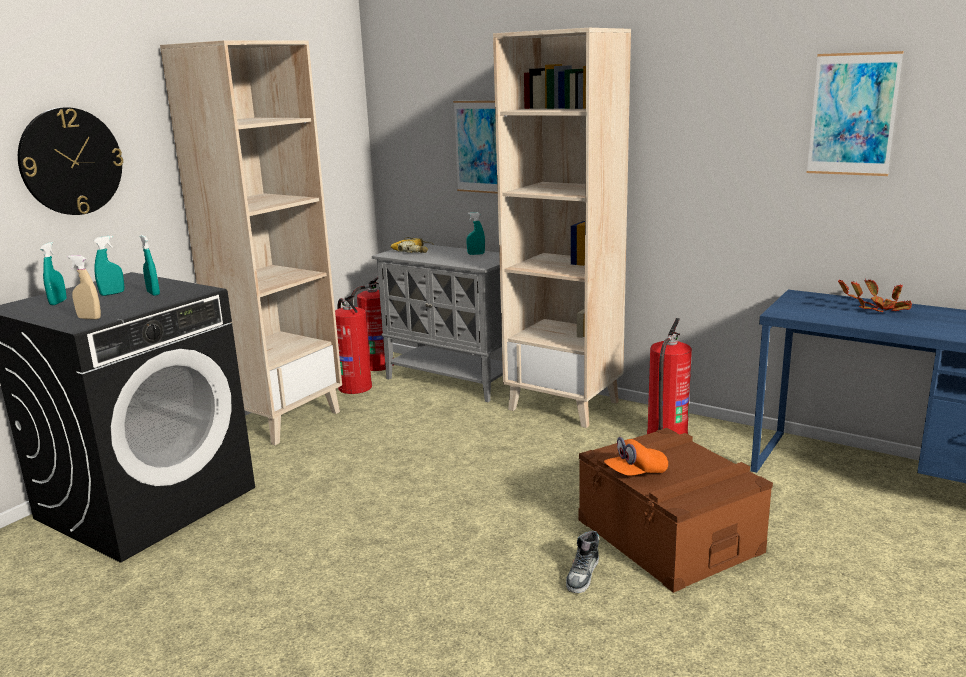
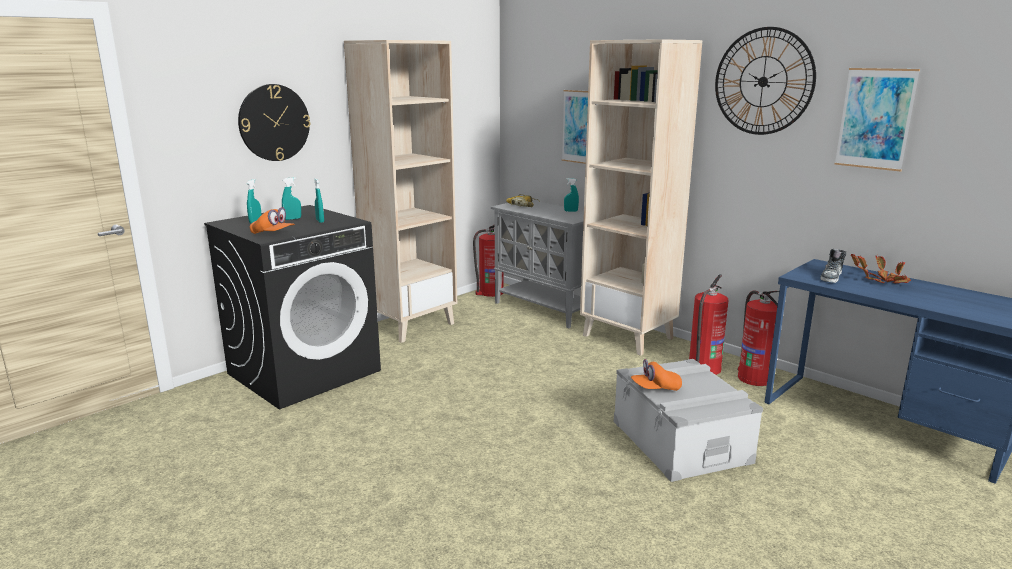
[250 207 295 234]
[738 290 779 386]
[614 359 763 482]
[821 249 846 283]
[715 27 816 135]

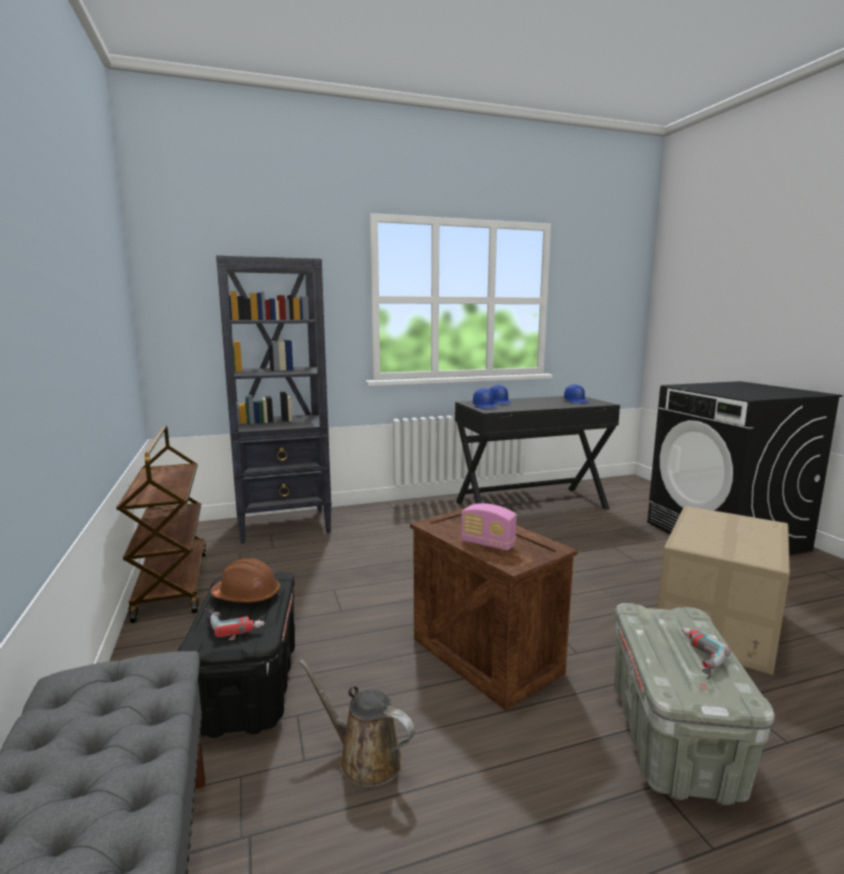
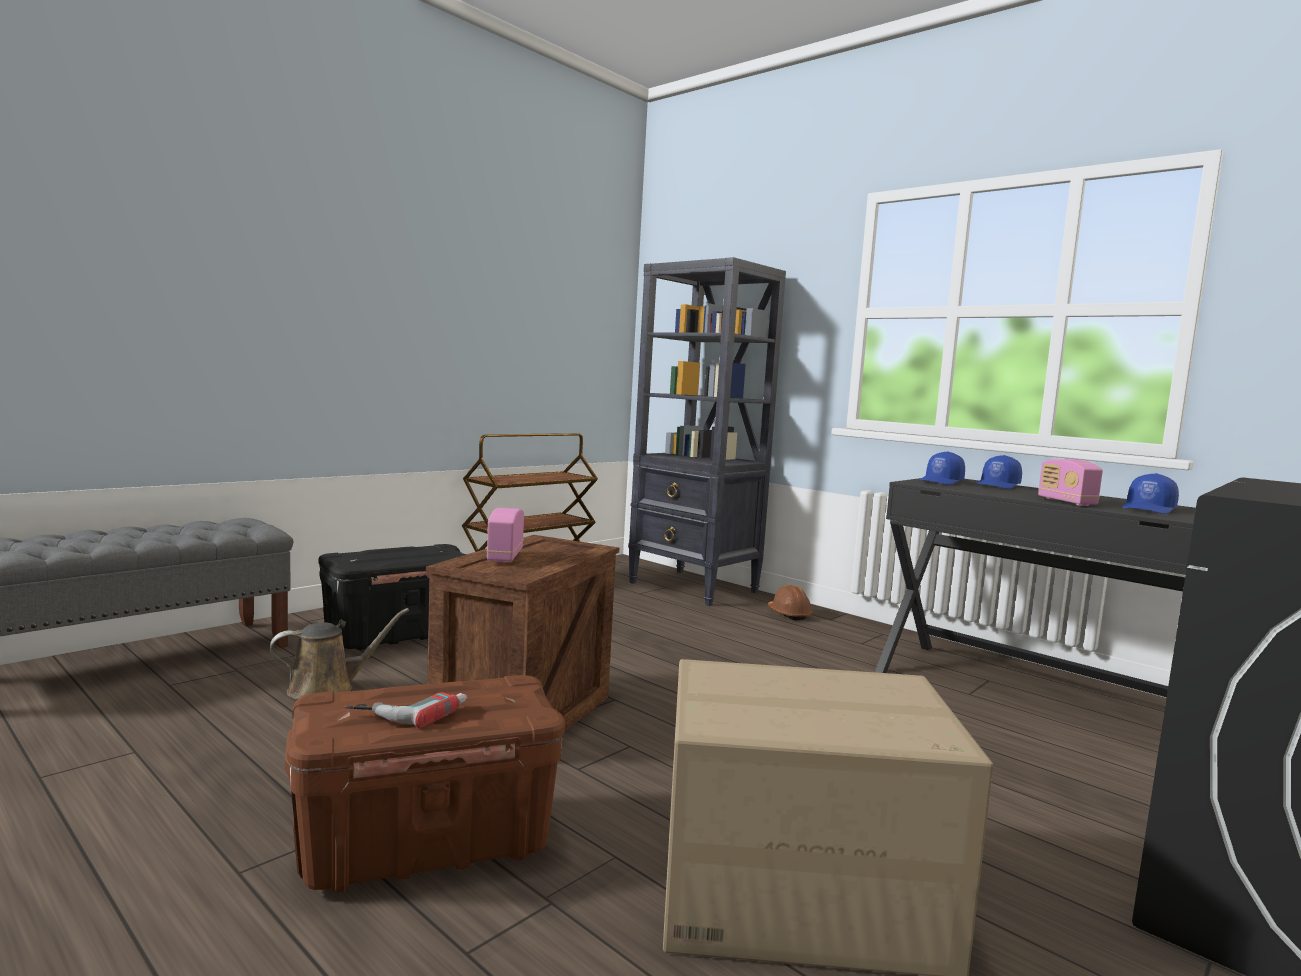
[768 585 813 621]
[285 675 565 893]
[205 608 265 638] (first image)
[270 608 409 700]
[1038 459 1103 506]

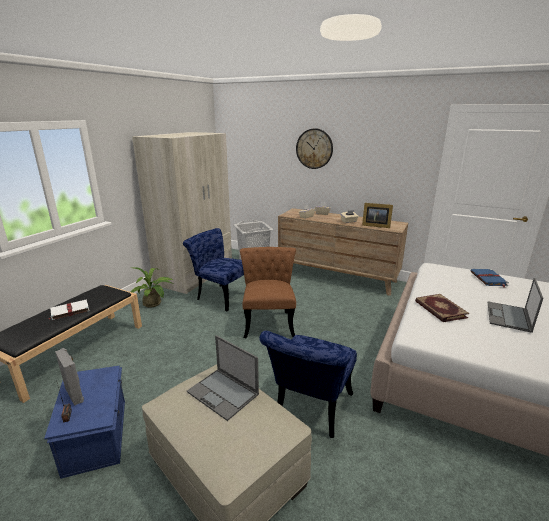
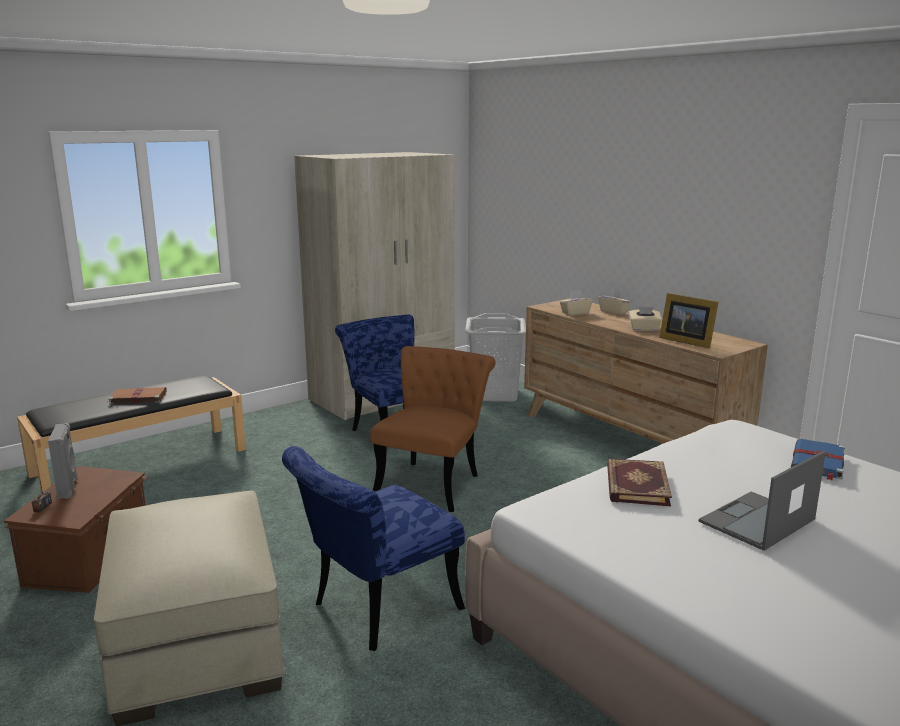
[296 128 333 169] (first image)
[130 267 173 308] (first image)
[107 387 167 404]
[187 335 259 421] (first image)
[4 466 148 593]

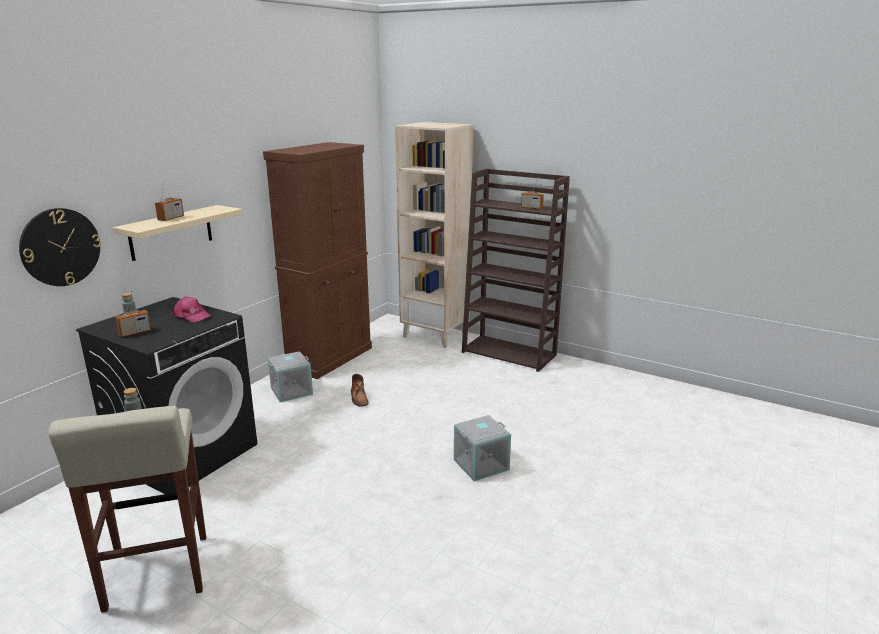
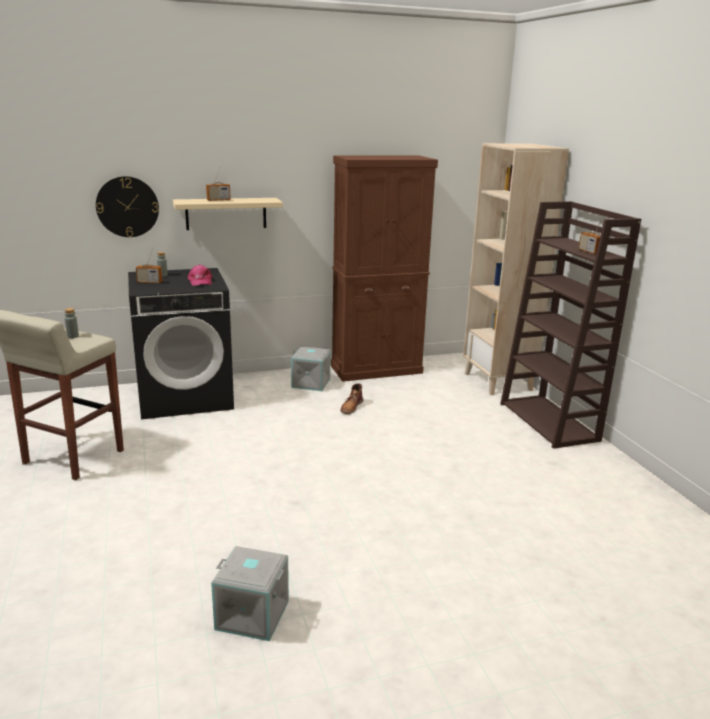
[211 546 289 641]

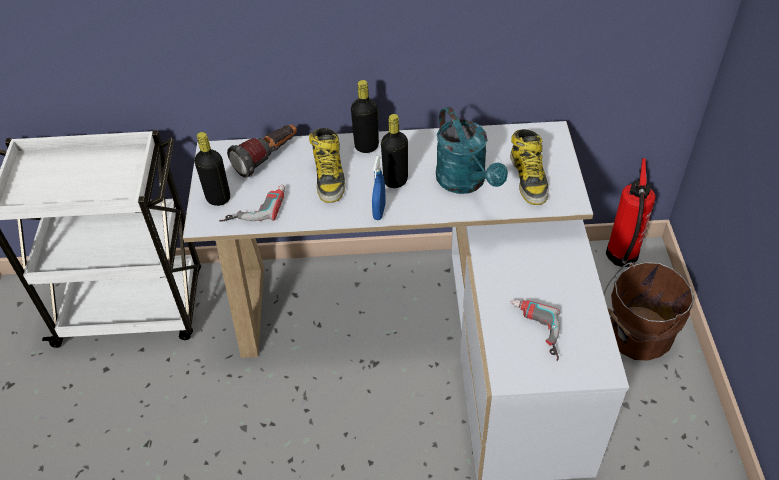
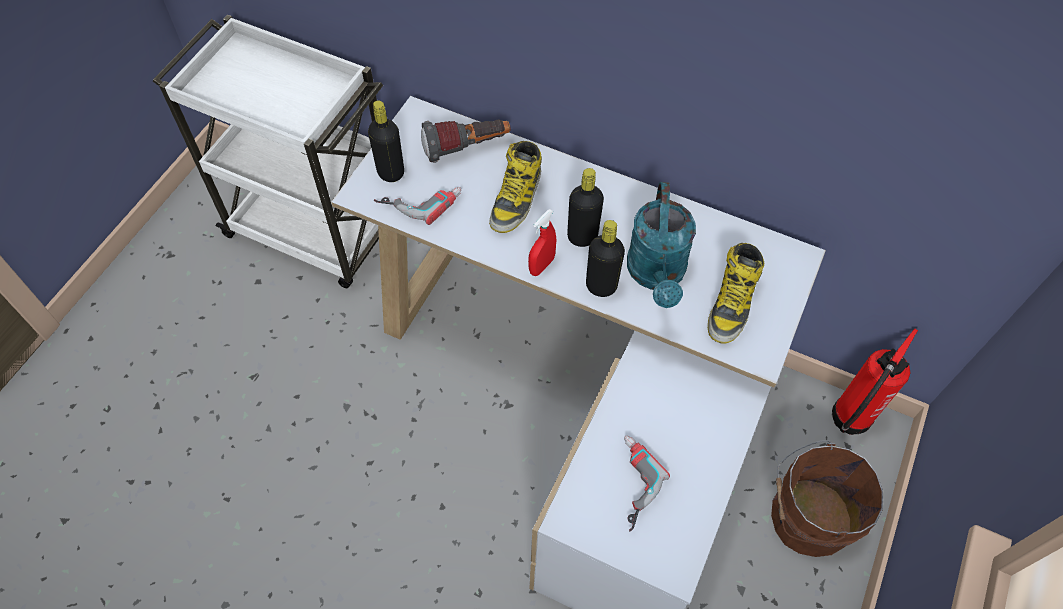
[586 220 625 297]
[528 209 557 276]

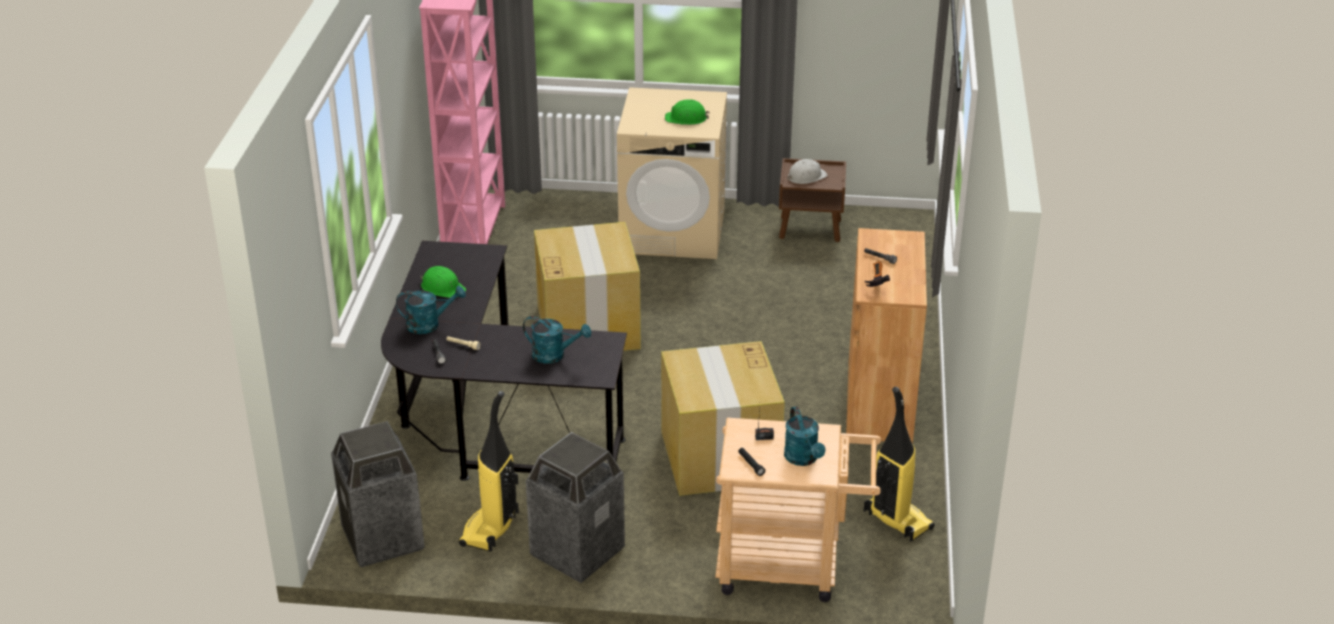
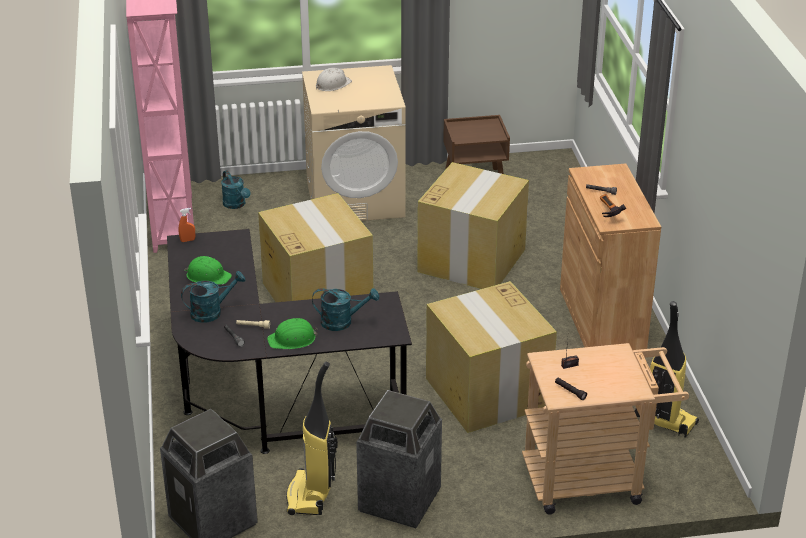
[267 318 318 349]
[316 68 352 91]
[221 170 250 209]
[417 162 529 289]
[179 208 195 242]

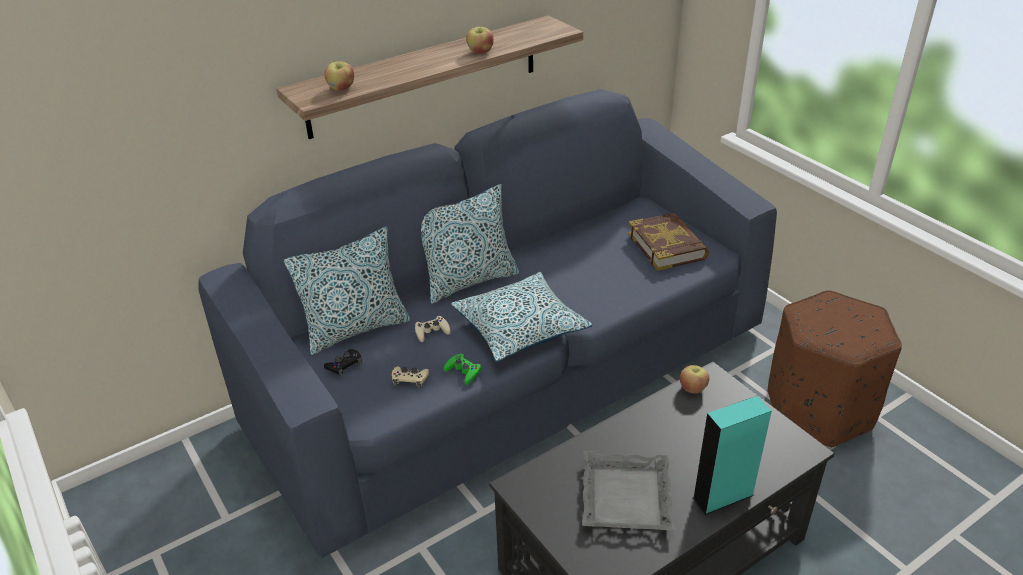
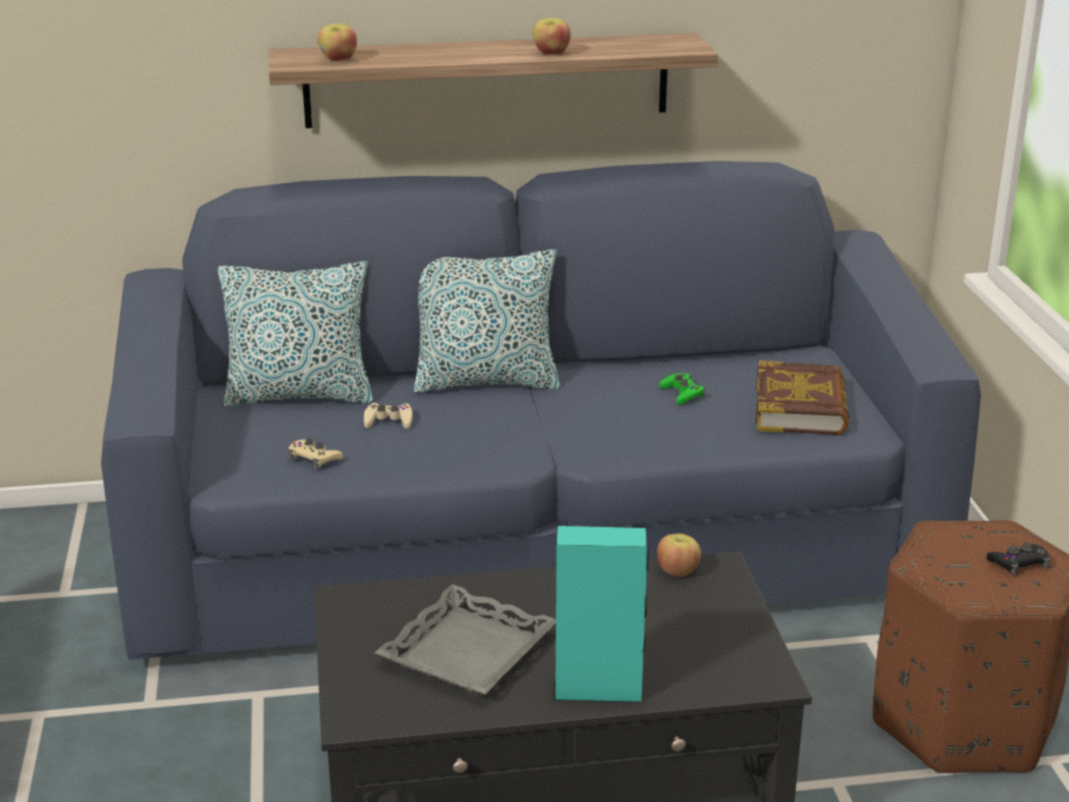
[451 272 592 362] (first image)
[987 543 1051 576]
[659 373 705 405]

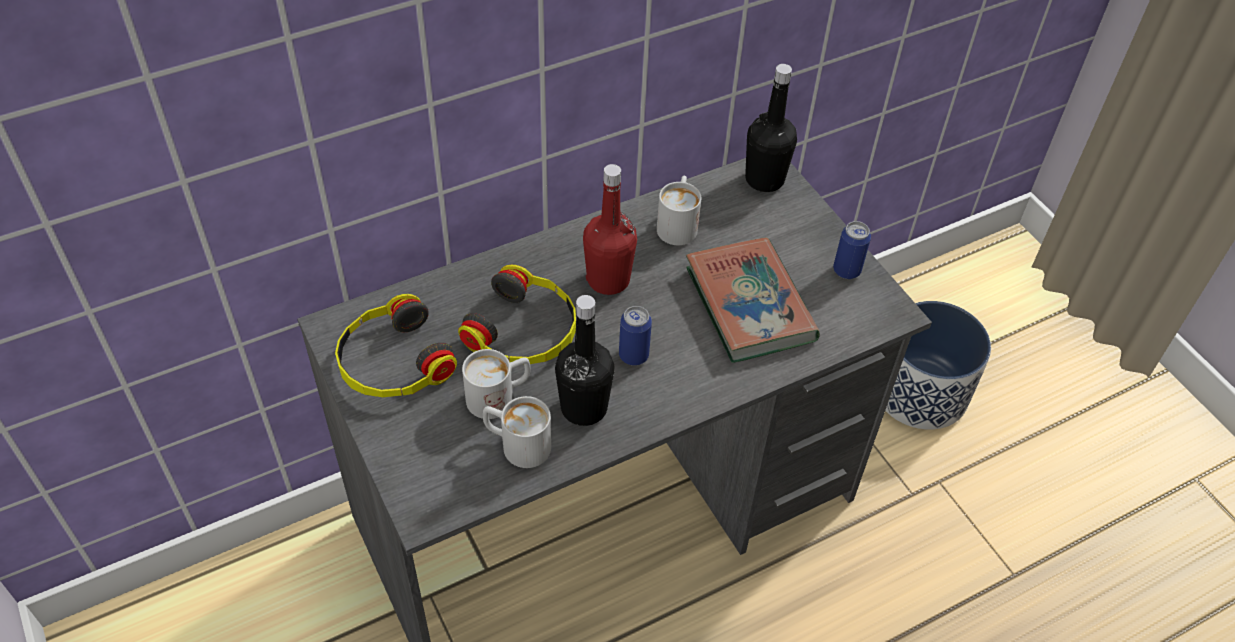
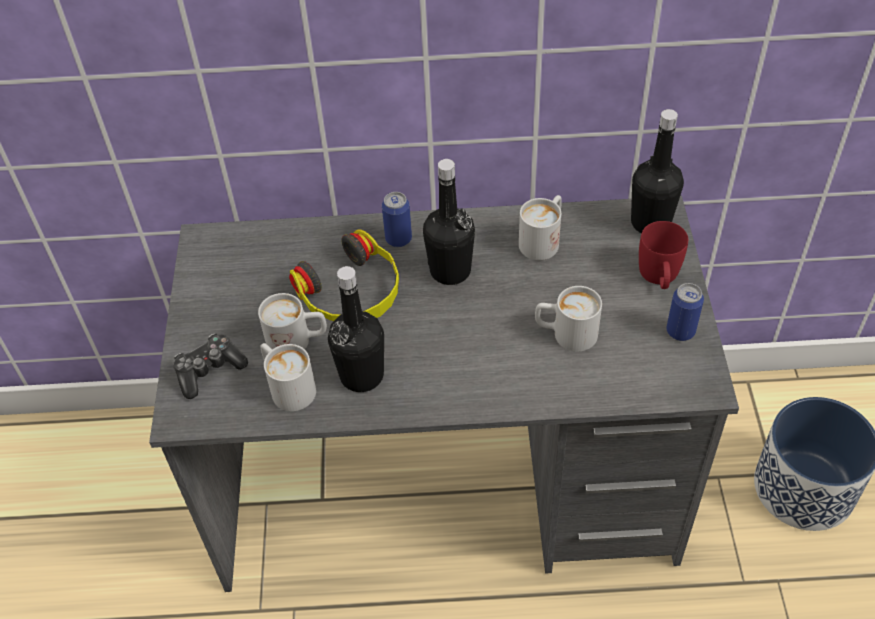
[423 159 475 285]
[535 286 602 352]
[335 294 457 397] (first image)
[382 192 412 247]
[639 221 688 289]
[173 333 248 399]

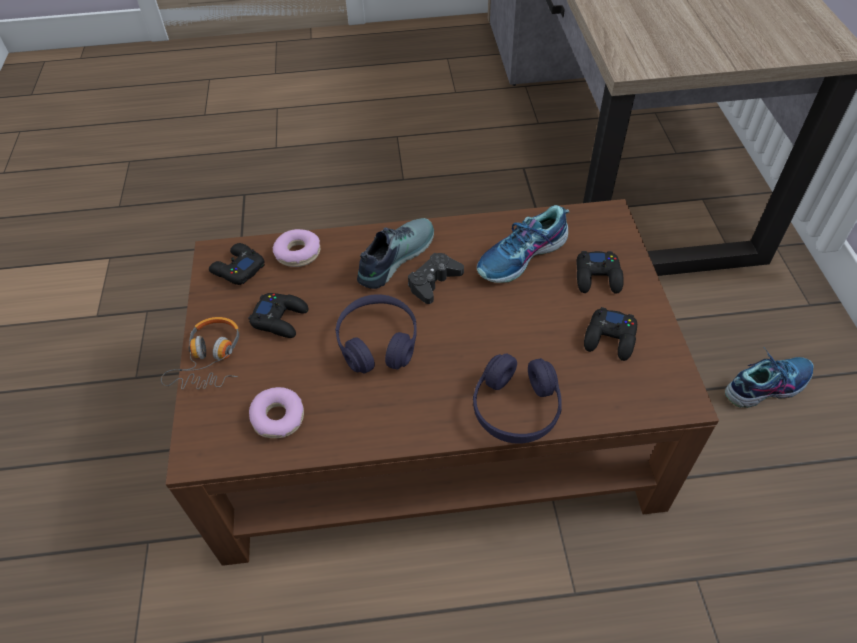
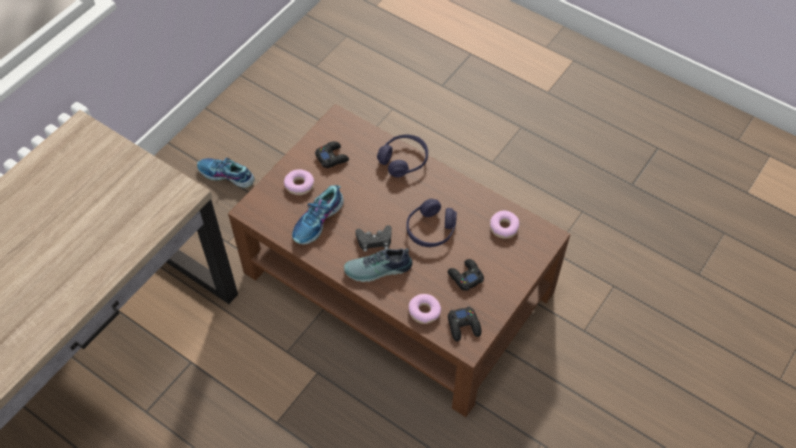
[292 185 344 244]
[284 169 314 195]
[161 317 240 390] (first image)

